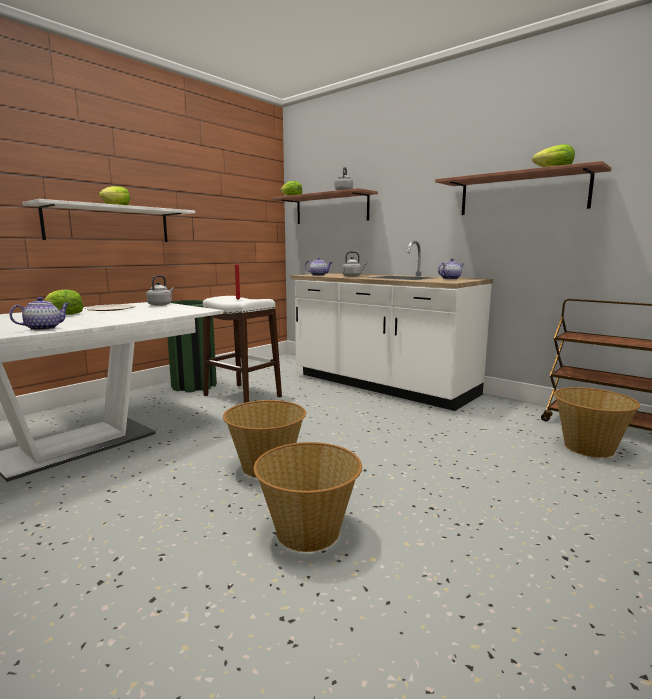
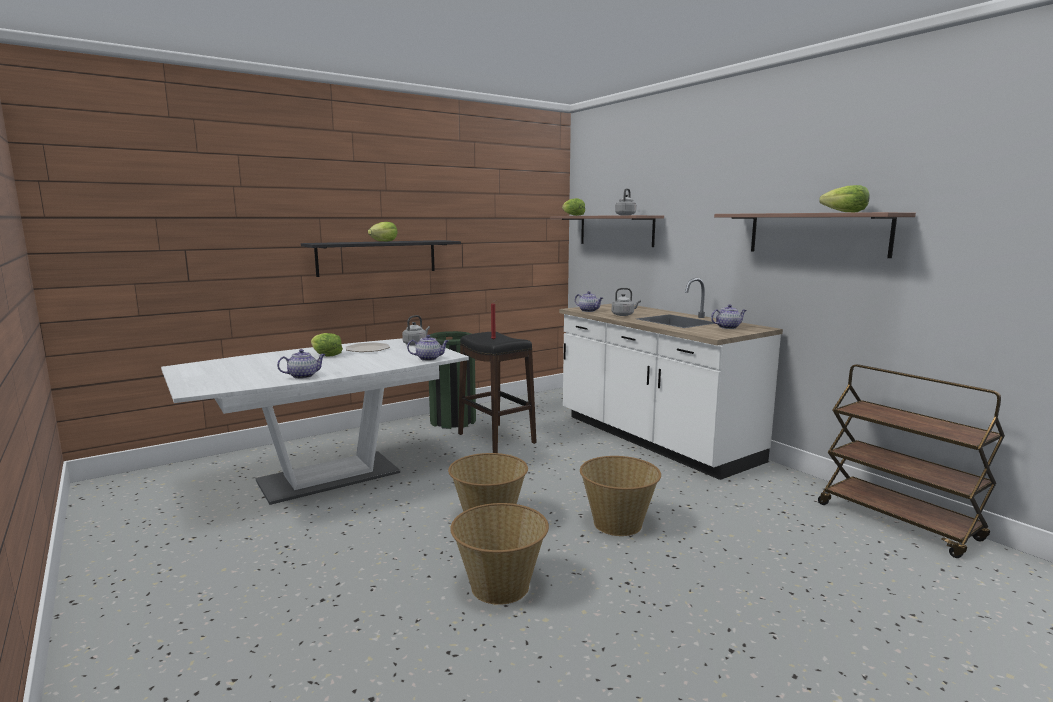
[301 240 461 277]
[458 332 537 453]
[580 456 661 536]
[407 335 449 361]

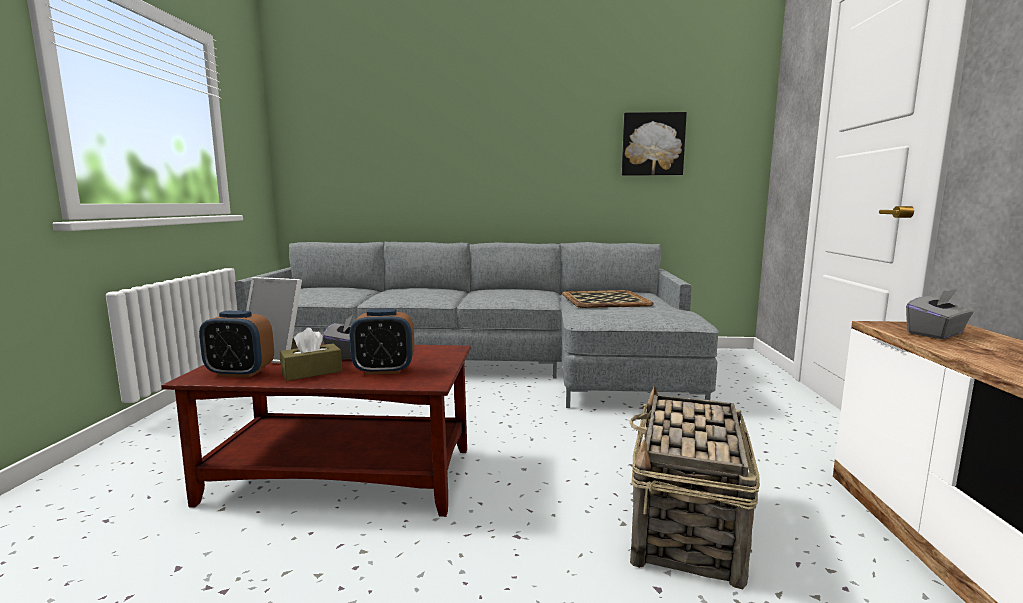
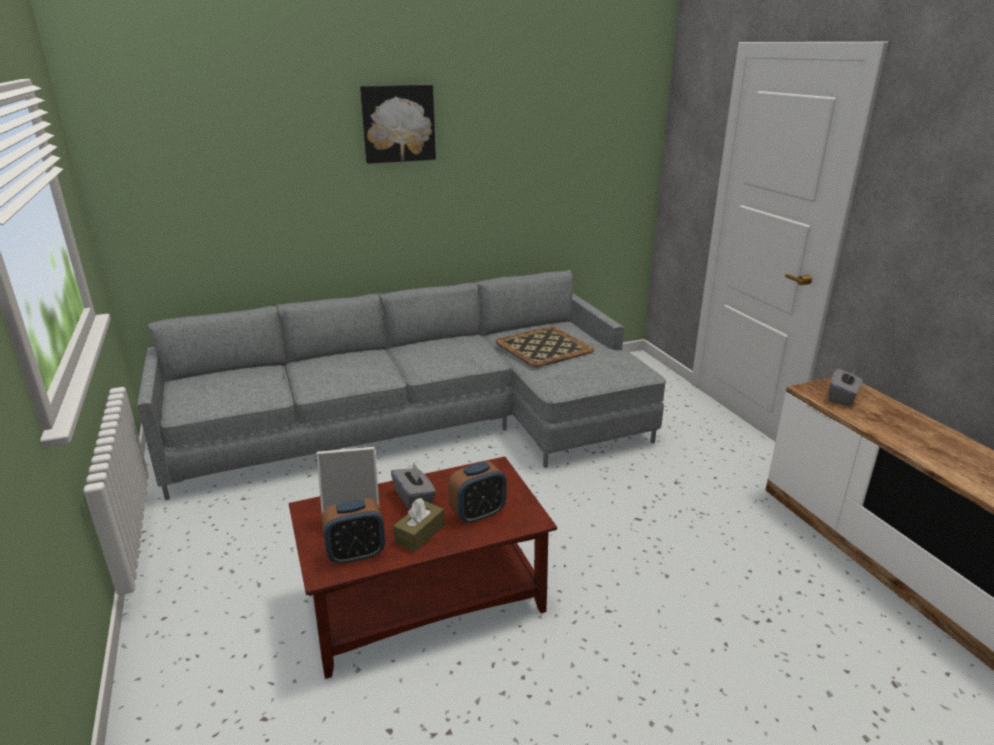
[360 85 436 164]
[629 385 760 589] (first image)

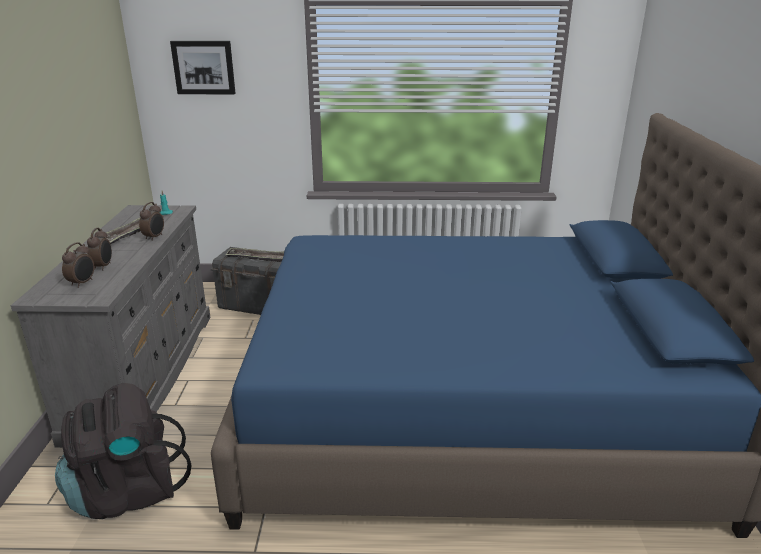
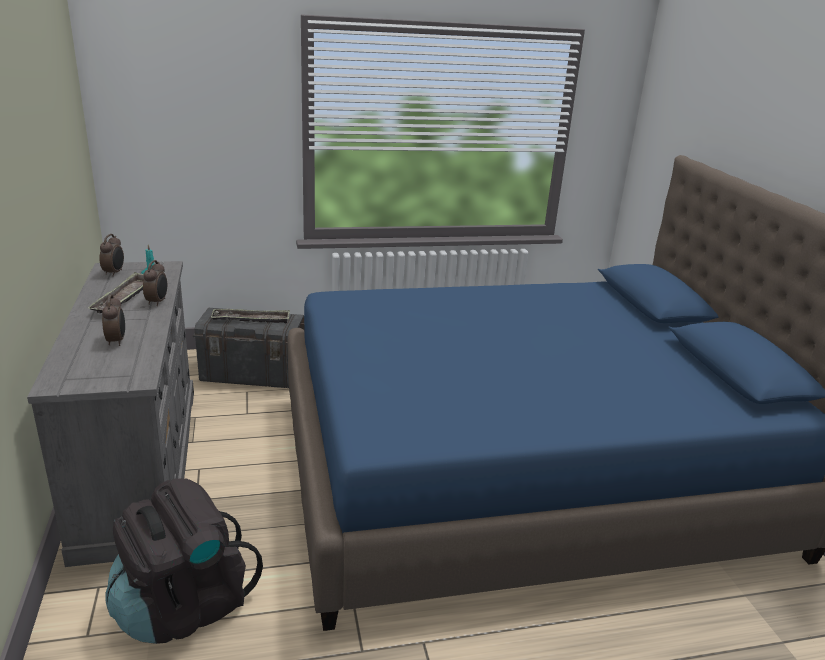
[170 41 236 94] (first image)
[99 234 124 277]

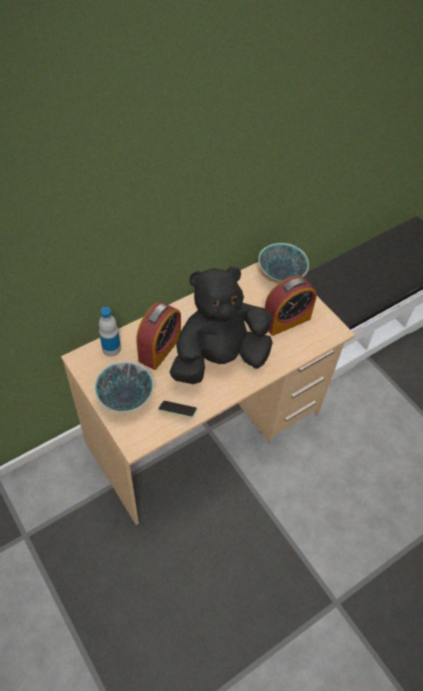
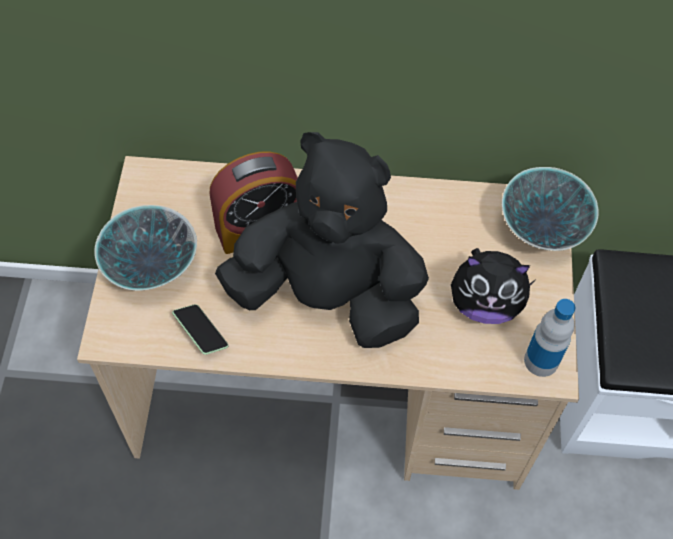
[451 248 536 324]
[524 299 575 377]

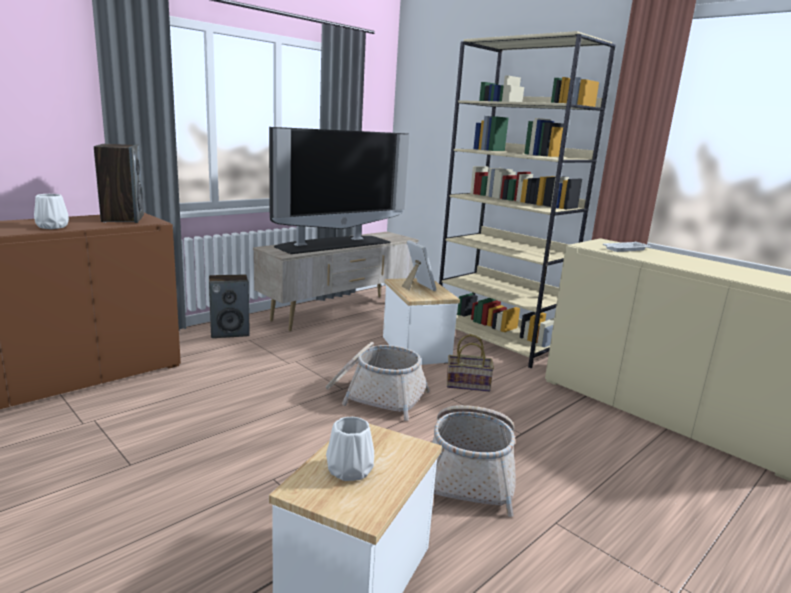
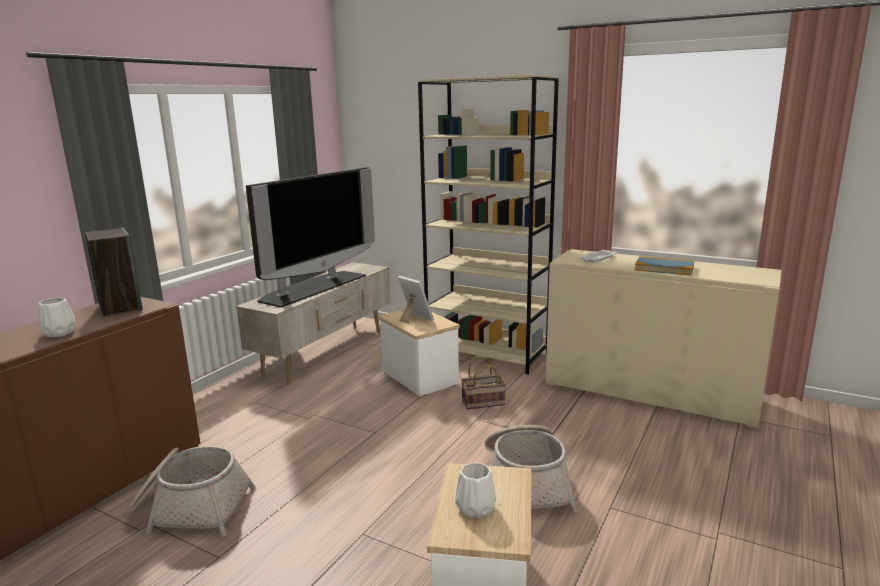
[209 274 250 338] (first image)
[123 446 256 537]
[635 256 694 276]

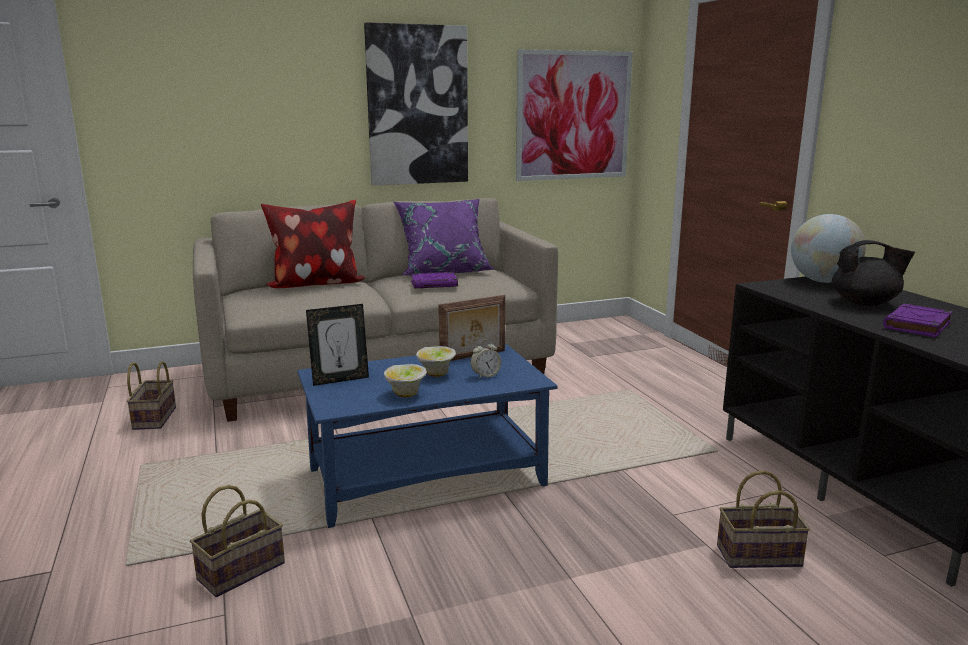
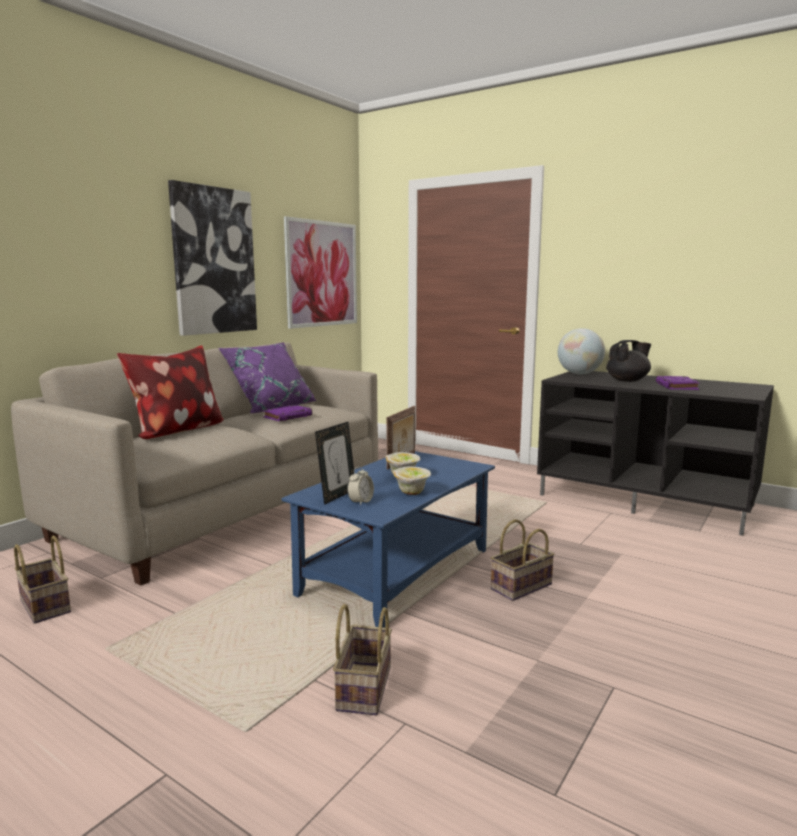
[347 466 374 506]
[491 519 555 601]

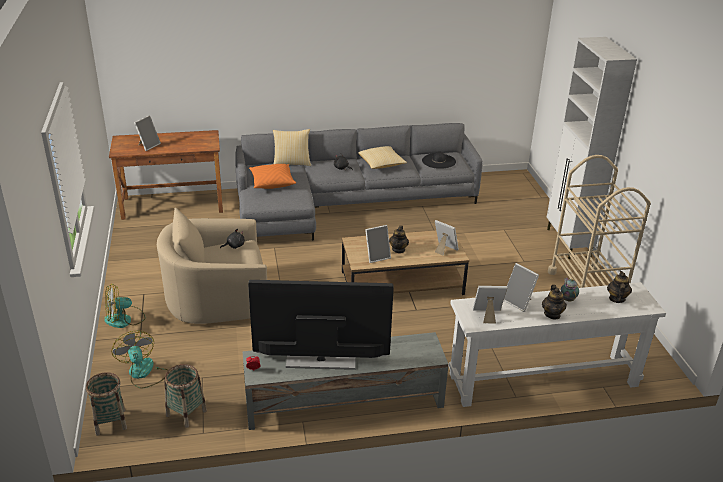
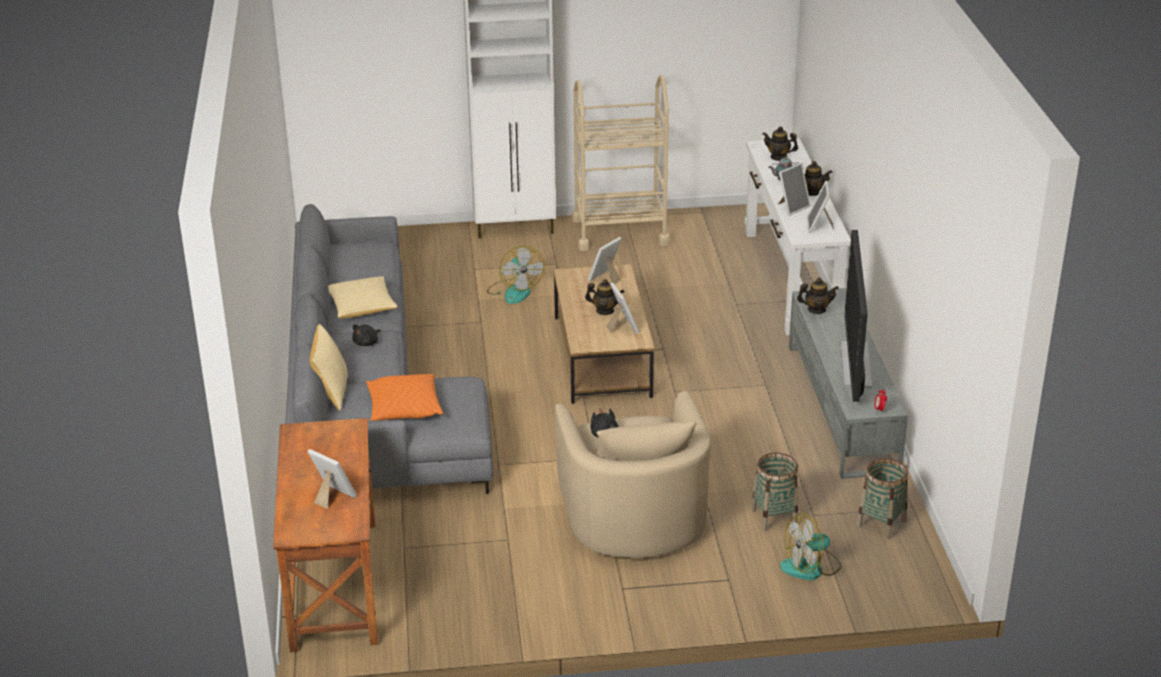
[422 152 456 169] (first image)
[487 246 545 304]
[751 453 798 531]
[797 278 839 314]

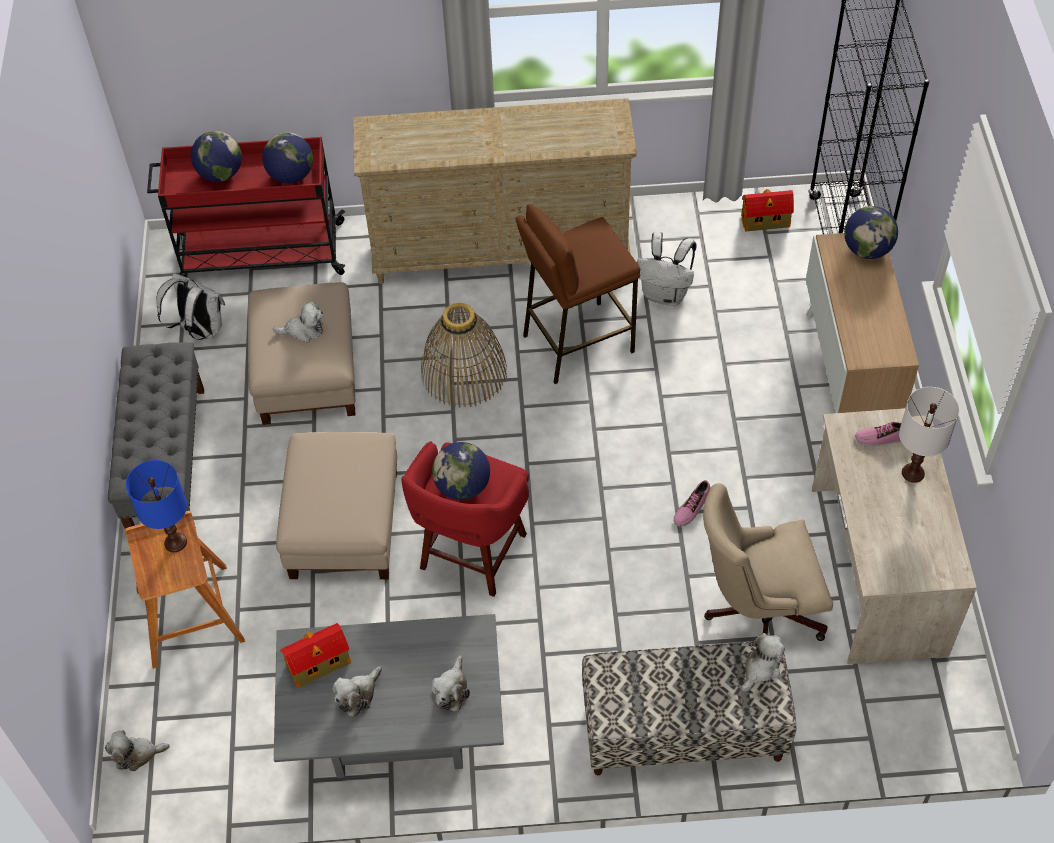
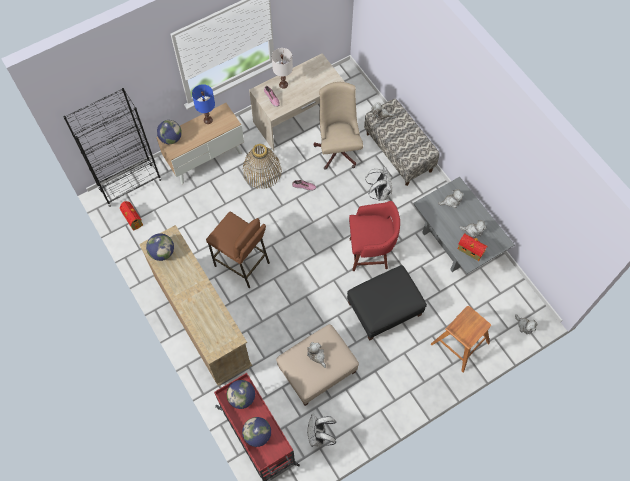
[365 167 392 201]
[243 144 282 189]
[108 342 204 529] (first image)
[347 265 427 341]
[146 233 174 261]
[192 84 215 124]
[314 82 363 170]

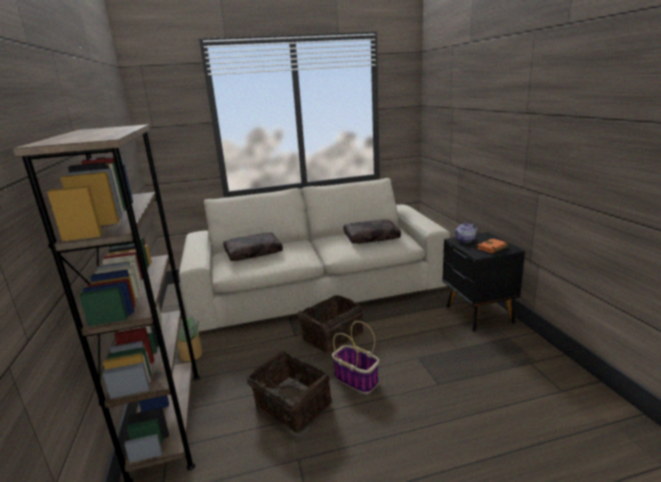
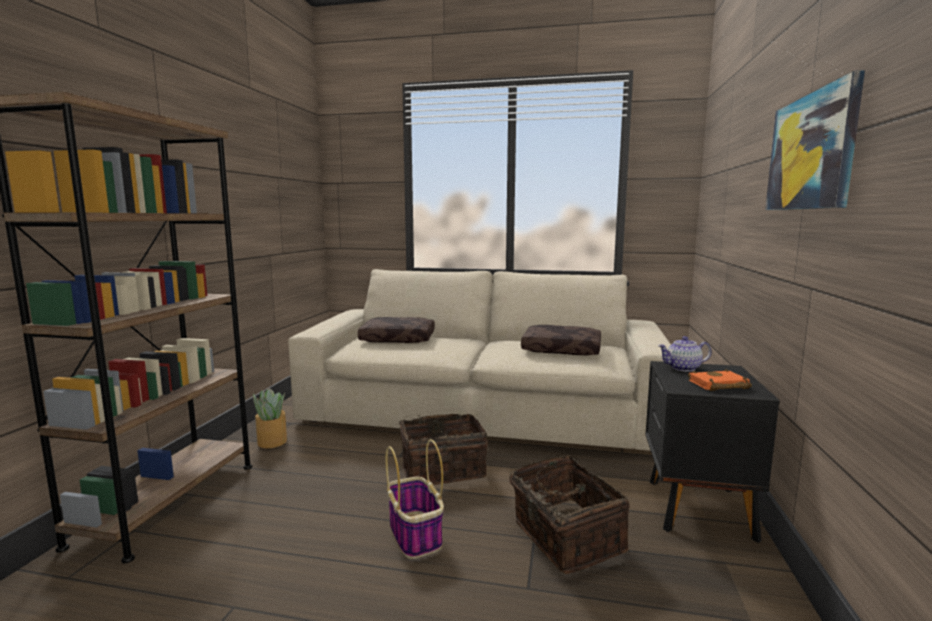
[509 455 629 574]
[765 70 865 210]

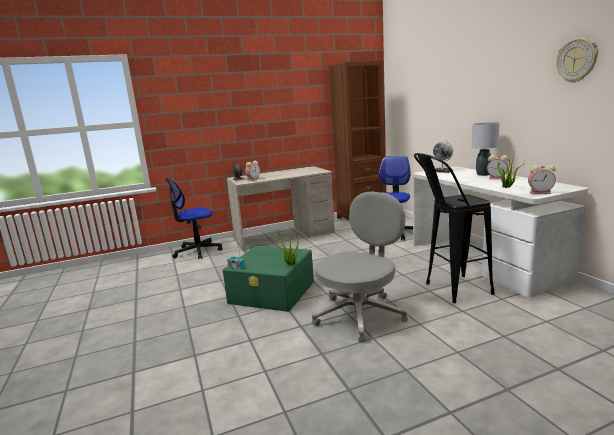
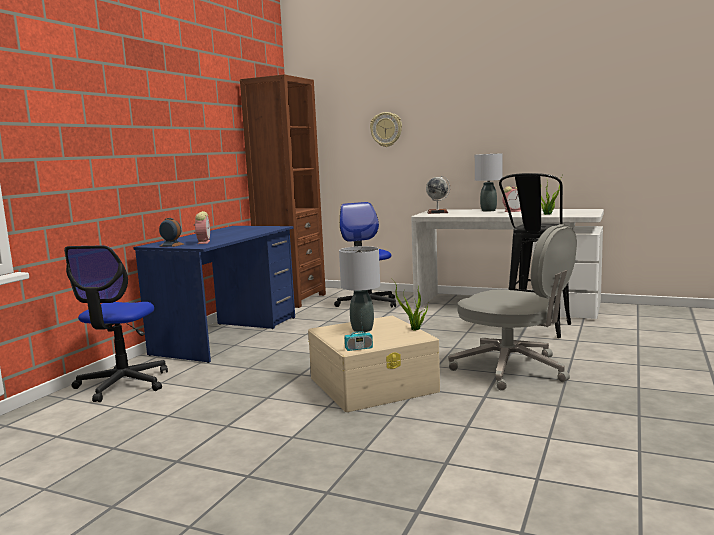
[370 112 402 147]
[528 165 556 194] (first image)
[133 226 295 363]
[448 224 577 391]
[308 316 440 412]
[339 246 380 332]

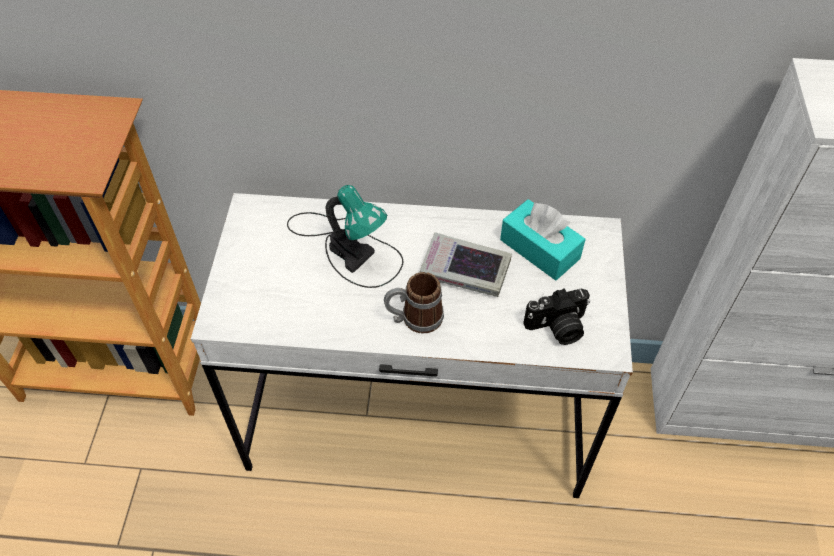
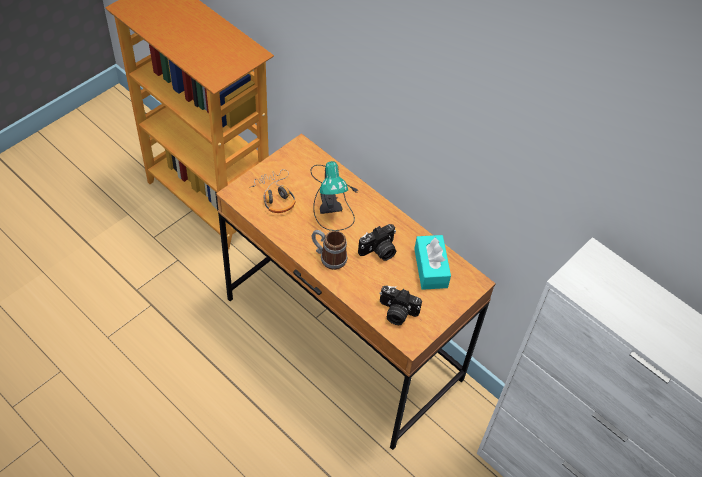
[216 133 496 450]
[358 224 396 261]
[249 169 296 213]

